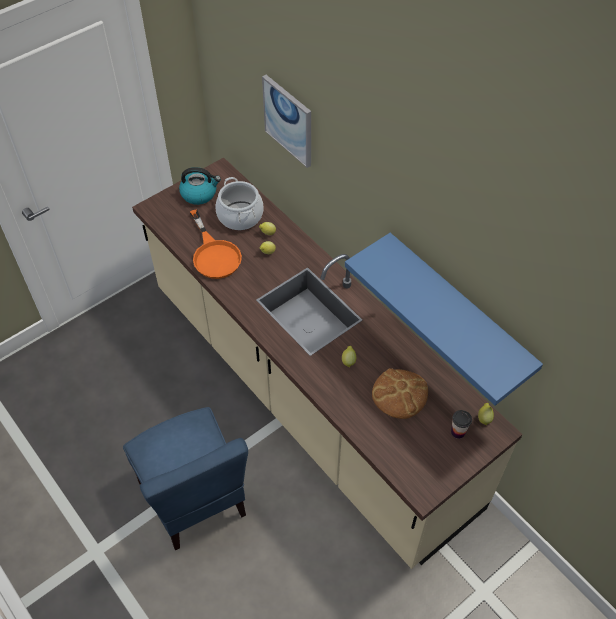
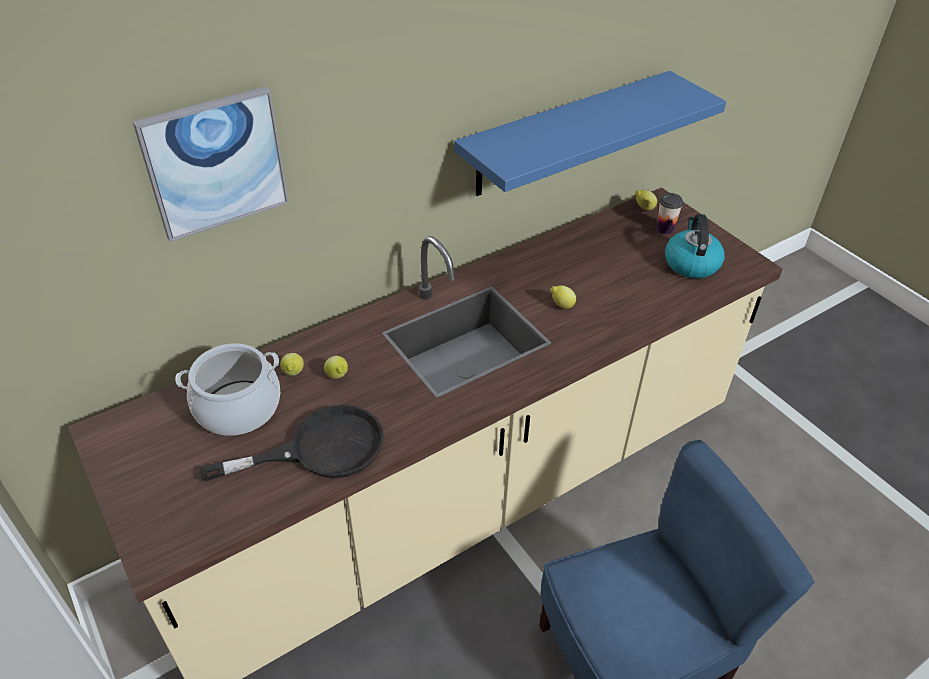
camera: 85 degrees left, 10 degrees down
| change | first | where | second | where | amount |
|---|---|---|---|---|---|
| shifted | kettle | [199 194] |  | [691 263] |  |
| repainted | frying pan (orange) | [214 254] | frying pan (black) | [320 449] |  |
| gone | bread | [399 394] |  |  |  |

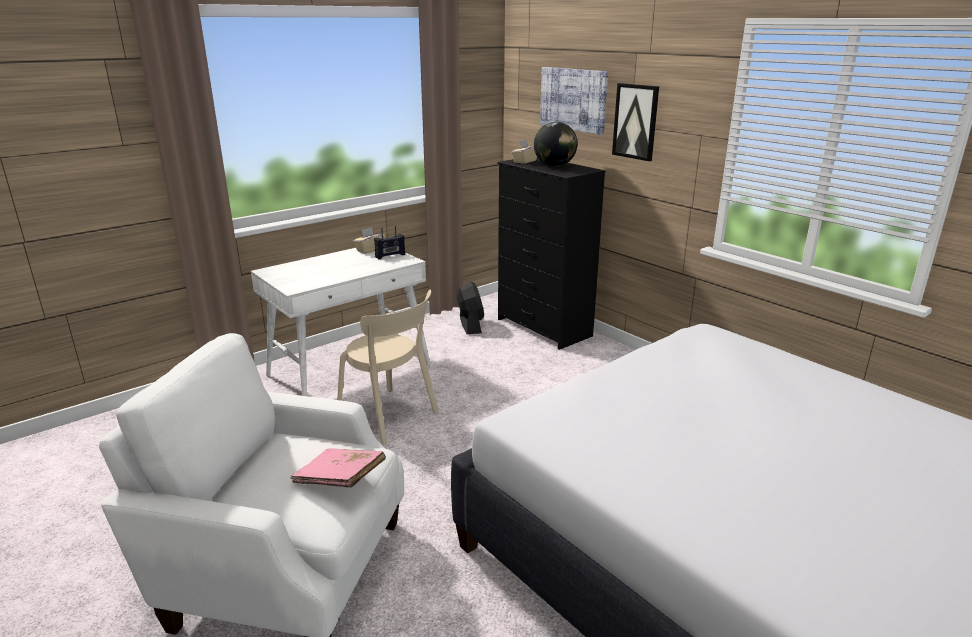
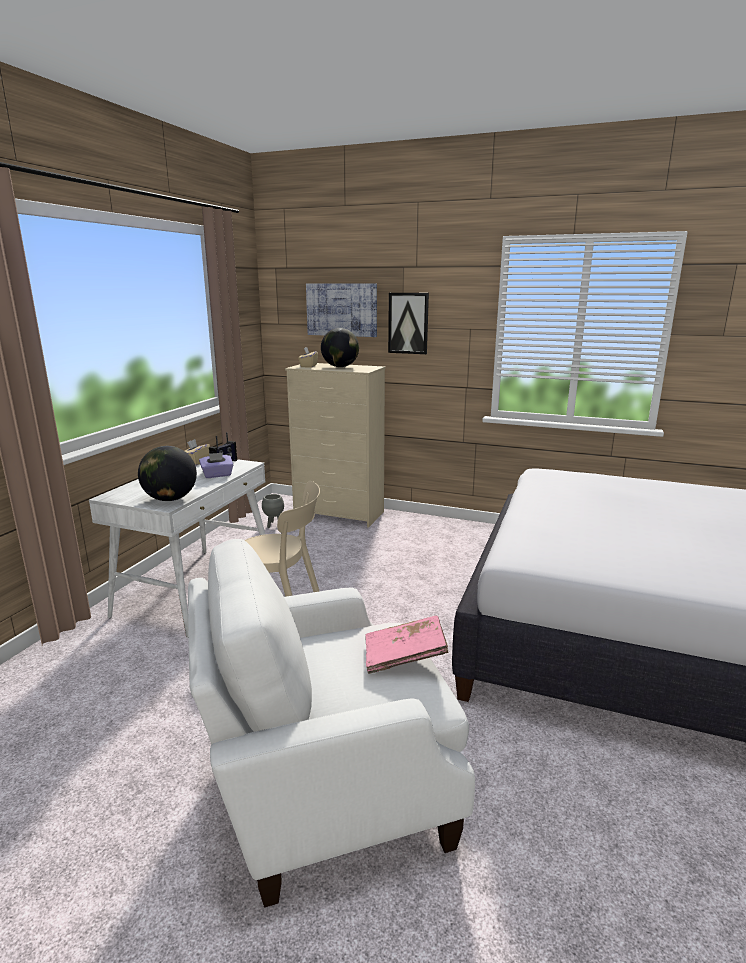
camera: 30 degrees left, 5 degrees down
| change | first | where | second | where | amount |
|---|---|---|---|---|---|
| repainted | dresser (black) | [544 328] | dresser (beige) | [339 514] |  |
| swapped | fan (black) | [470 325] | planter (grey) | [273 525] |  |
| new |  |  | globe | [170 499] |  |
| new |  |  | tissue box (purple) | [217 475] |  |

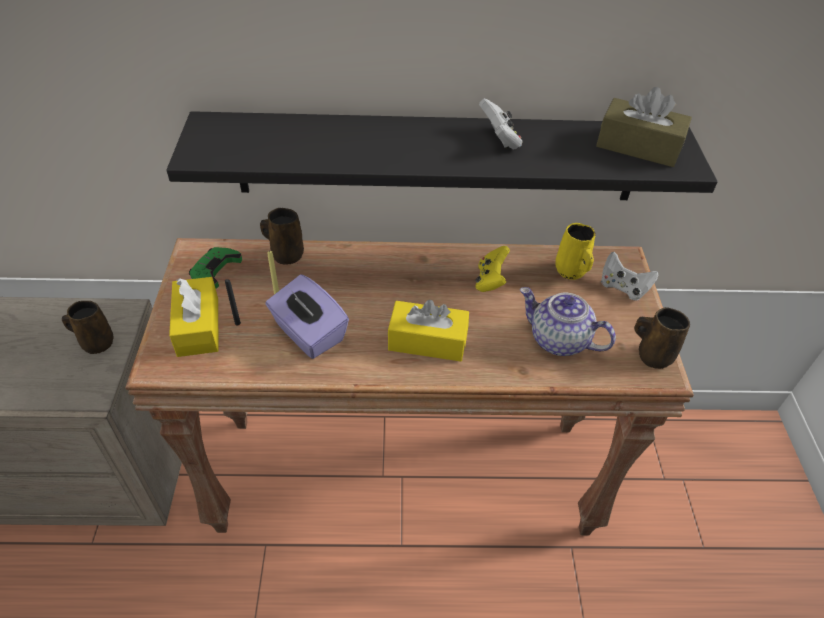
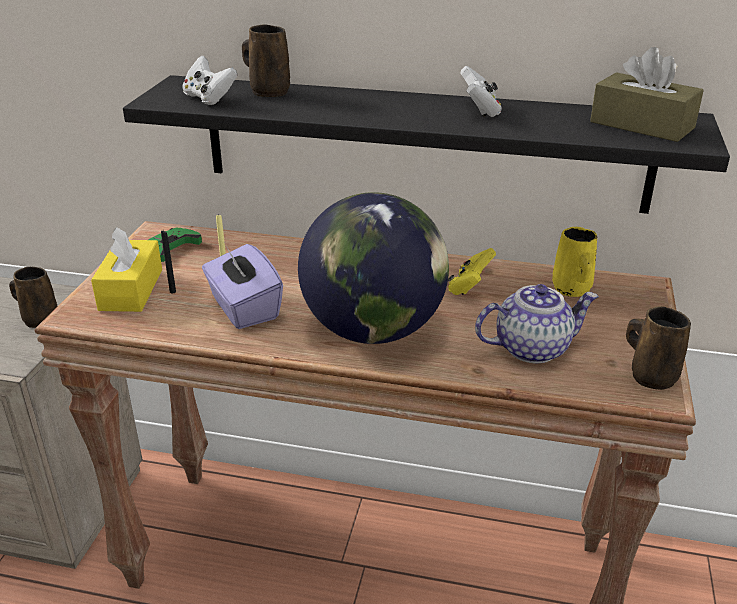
camera: 15 degrees right, 15 degrees down
| change | first | where | second | where | amount |
|---|---|---|---|---|---|
| shifted | mug (brown) | [286 254] |  | [268 91] |  |
| shifted | game controller (white) | [623 288] |  | [209 99] |  |
| rotated | teapot | [558 340] |  | [532 348] | 120 degrees clockwise |
| swapped | tissue box (yellow) | [427 341] | globe | [374 330] |  |

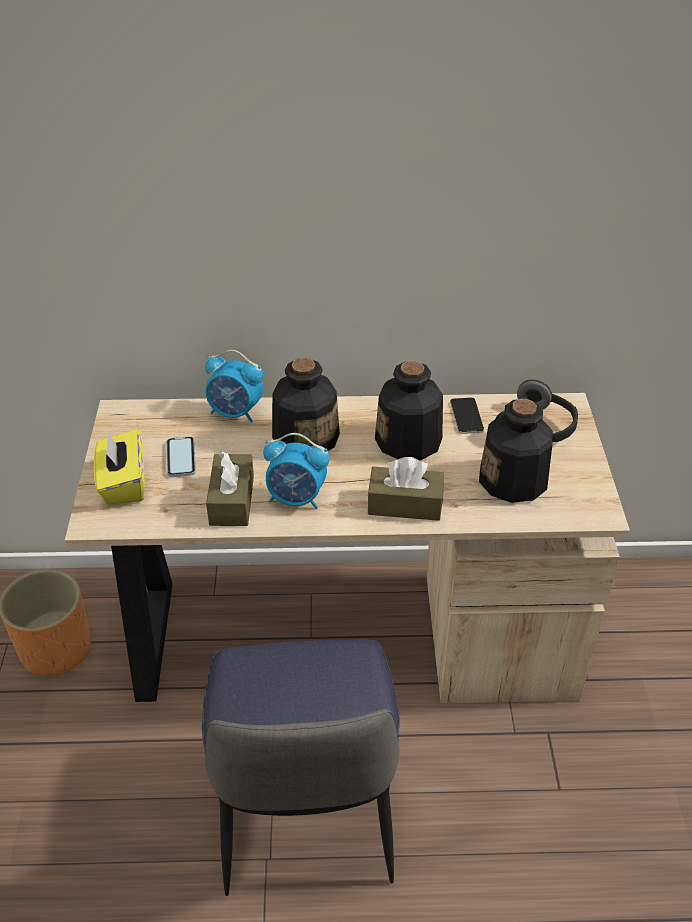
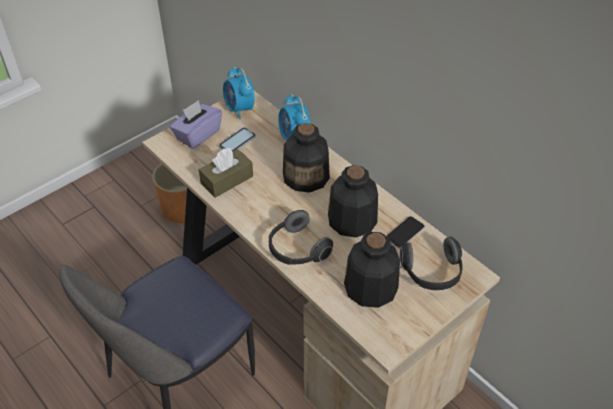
camera: 50 degrees right, 5 degrees up
| change | first | where | second | where | amount |
|---|---|---|---|---|---|
| repainted | tissue box (yellow) | [123 484] | tissue box (purple) | [197 135] |  |
| shifted | alarm clock | [296 498] |  | [239 109] |  |
| swapped | tissue box (brown) | [405 504] | headphones | [297 250] |  |

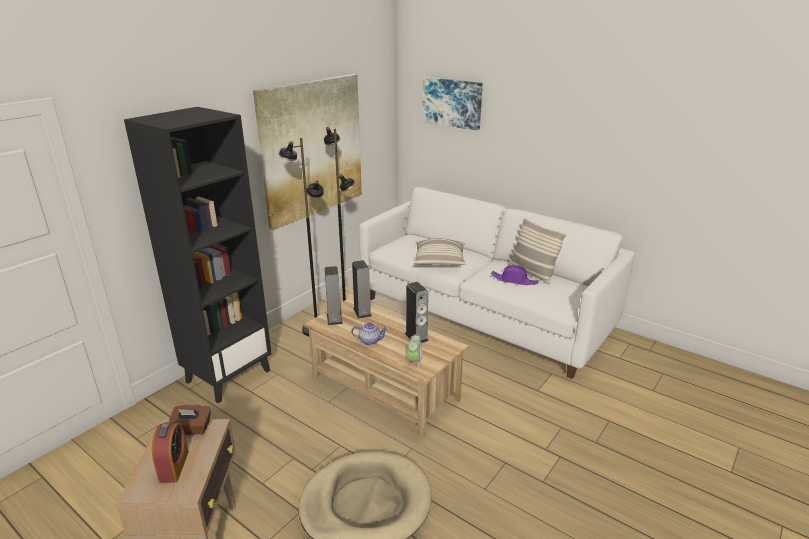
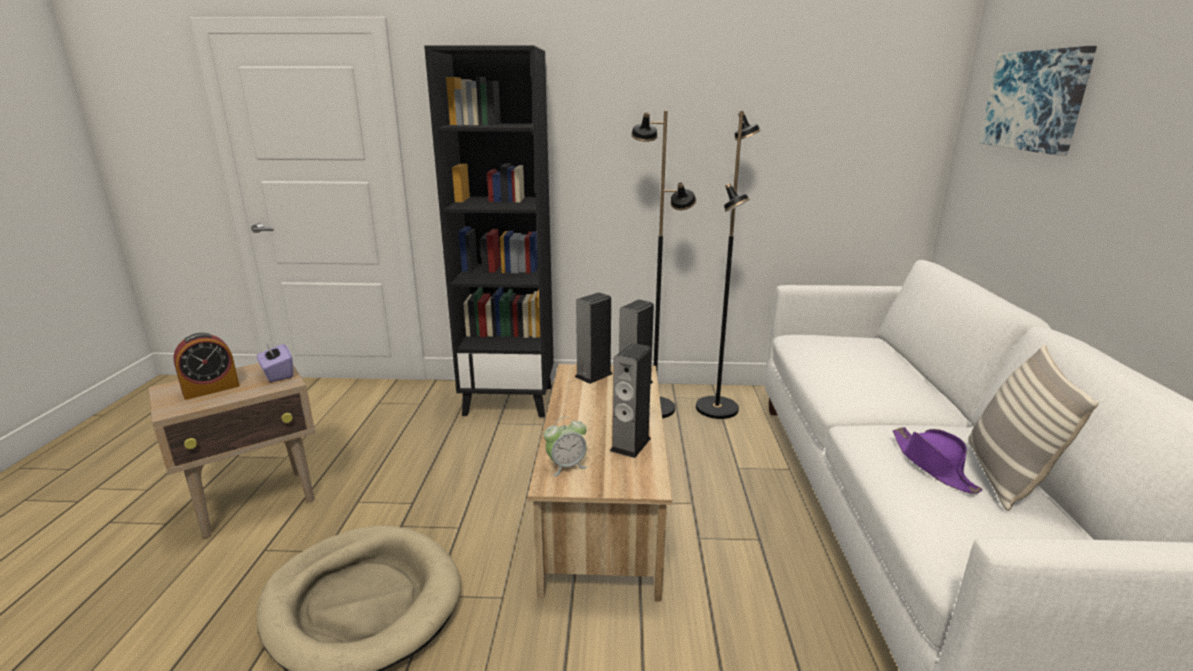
camera: 55 degrees right, 5 degrees down
| change | first | where | second | where | amount |
|---|---|---|---|---|---|
| gone | picture | [312 149] |  |  |  |
| gone | pillow | [439 261] |  |  |  |
| gone | teapot | [370 340] |  |  |  |
| repainted | tissue box (brown) | [192 429] | tissue box (purple) | [277 374] |  |

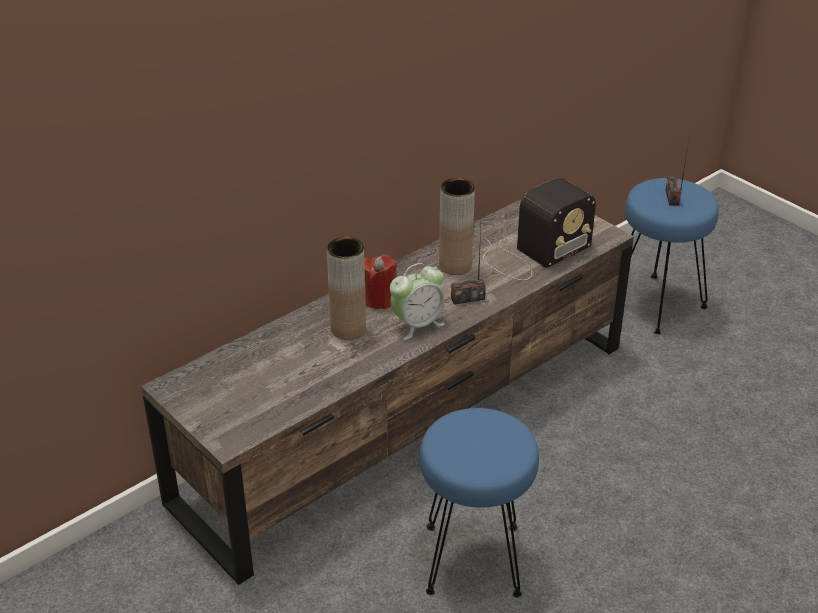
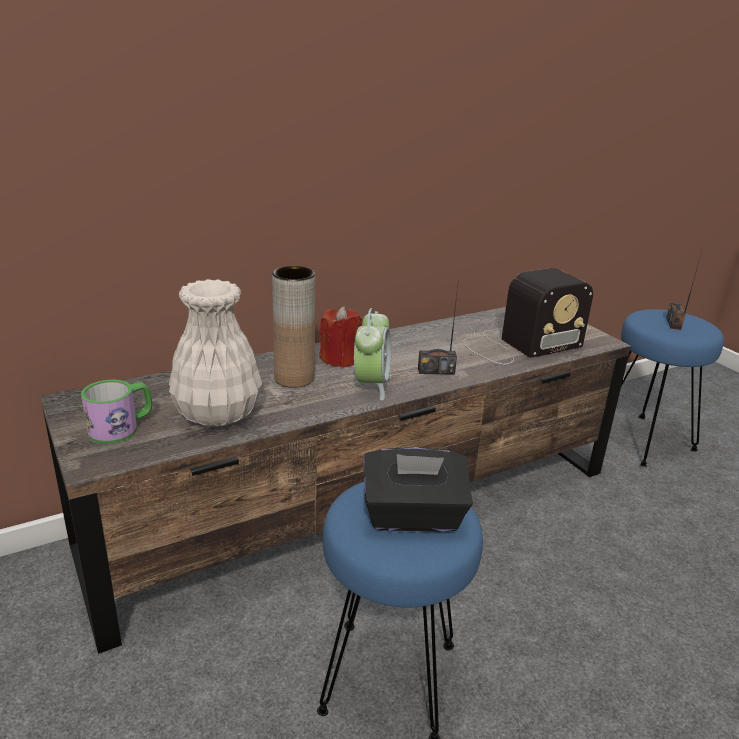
camera: 10 degrees right, 10 degrees down
| change | first | where | second | where | amount |
|---|---|---|---|---|---|
| gone | vase (brown) | [455 266] |  |  |  |
| rotated | alarm clock | [417 325] |  | [371 385] | 60 degrees counterclockwise |
| new |  |  | vase (white) | [219 414] |  |
| new |  |  | mug | [121 428] |  |
| new |  |  | tissue box (black) | [413 516] |  |

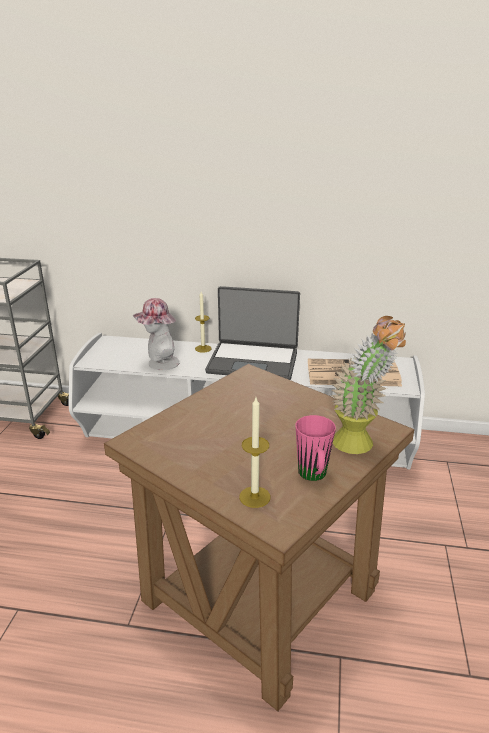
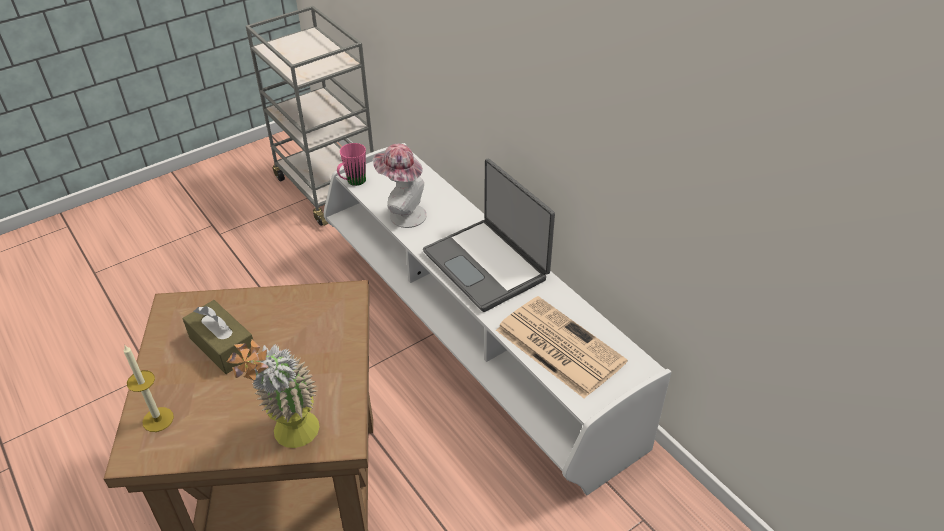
camera: 45 degrees right, 15 degrees up
| change | first | where | second | where | amount |
|---|---|---|---|---|---|
| gone | candle | [203 348] |  |  |  |
| shifted | mug (pink) | [313 477] |  | [353 182] |  |
| new |  |  | tissue box (brown) | [223 346] |  |

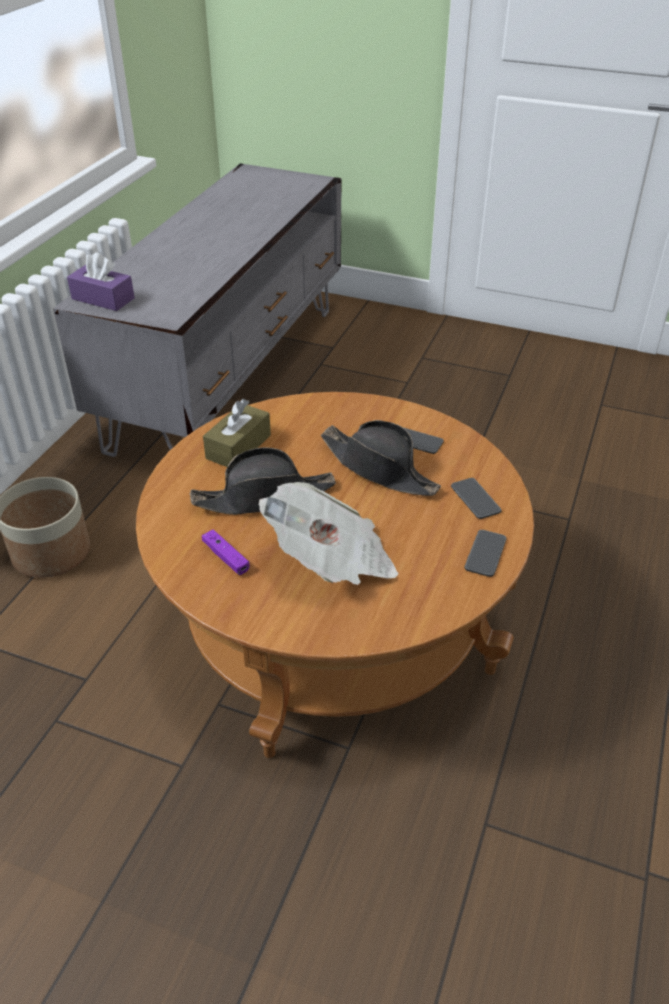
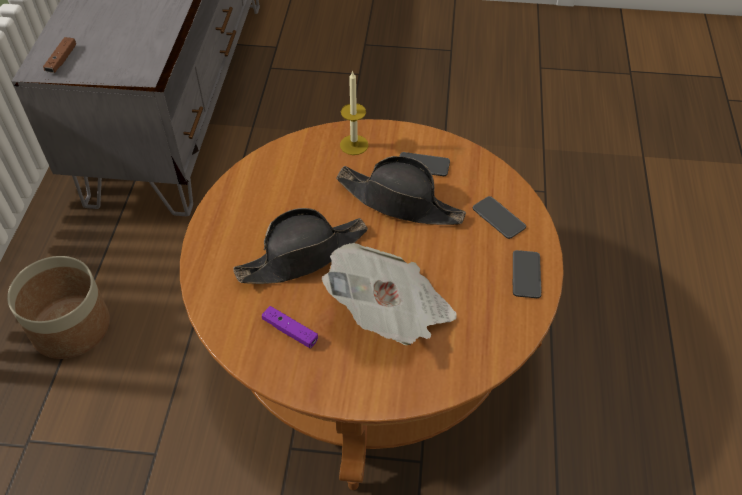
camera: 15 degrees left, 10 degrees up
| change | first | where | second | where | amount |
|---|---|---|---|---|---|
| swapped | tissue box (purple) | [103 298] | game controller (brown) | [62 60] |  |
| gone | tissue box (brown) | [238 447] |  |  |  |
| new |  |  | candle | [354 145] |  |

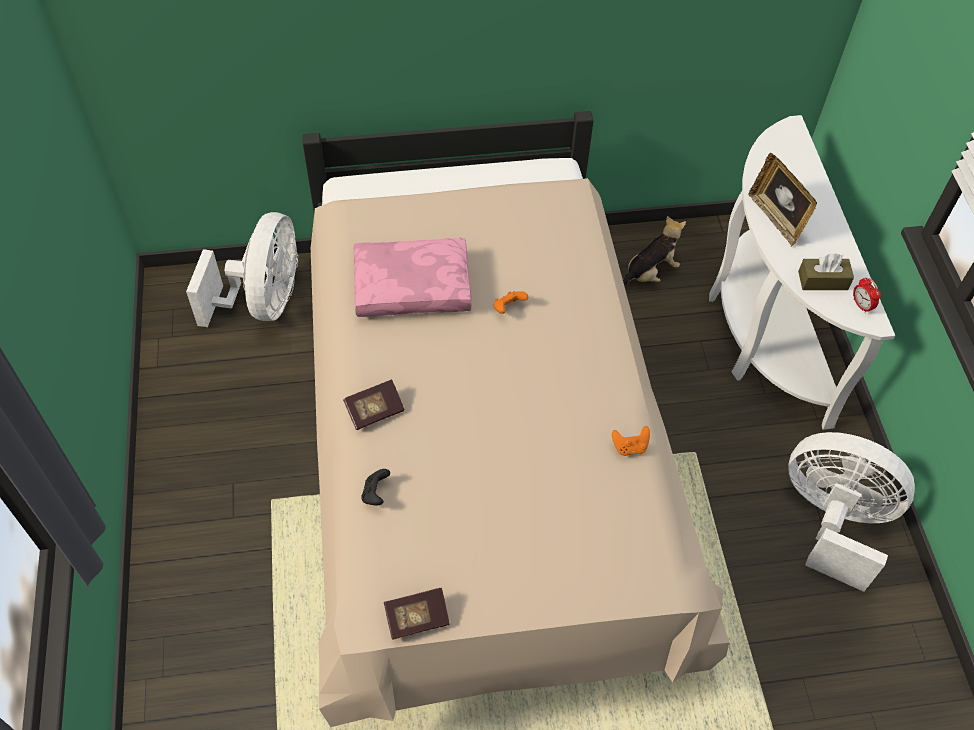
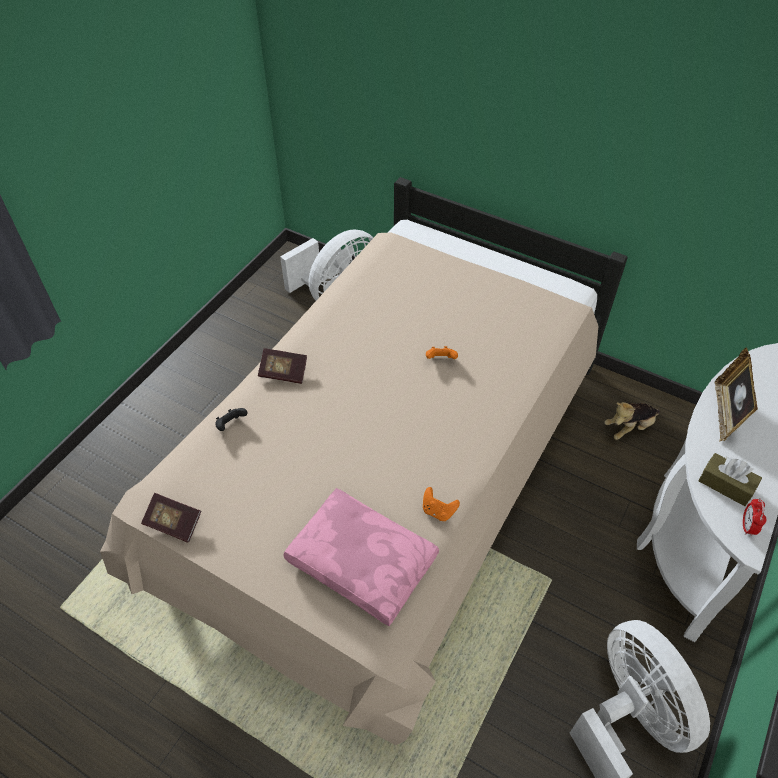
camera: 40 degrees right, 5 degrees down
| change | first | where | second | where | amount |
|---|---|---|---|---|---|
| rotated | plush toy | [649 273] |  | [629 428] | 150 degrees clockwise |
| shifted | pillow (pink) | [413 285] |  | [364 561] |  |

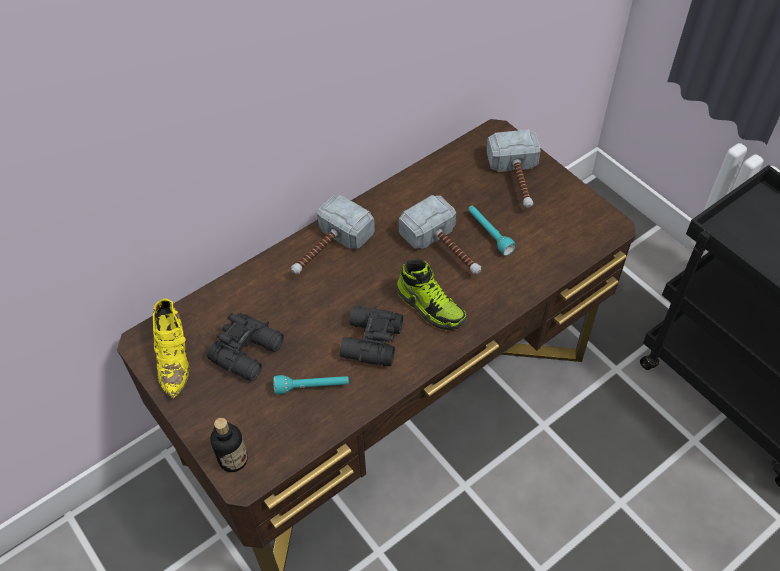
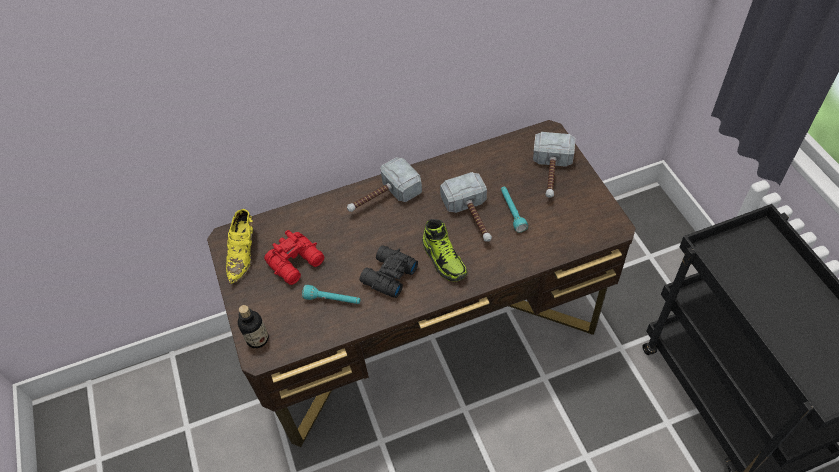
camera: 20 degrees right, 0 degrees up
| change | first | where | second | where | amount |
|---|---|---|---|---|---|
| repainted | binoculars (black) | [249 352] | binoculars (red) | [297 262] |  |

